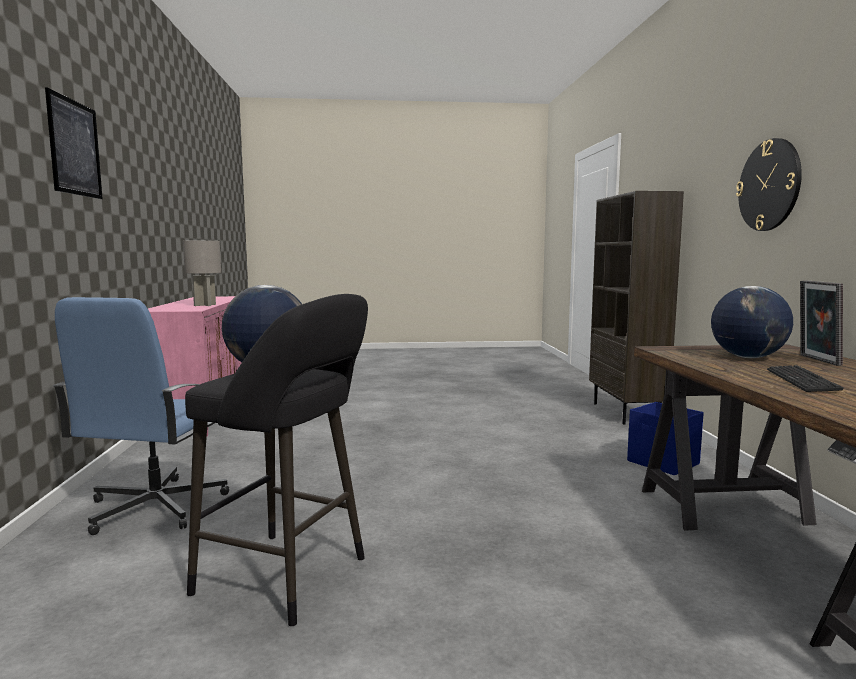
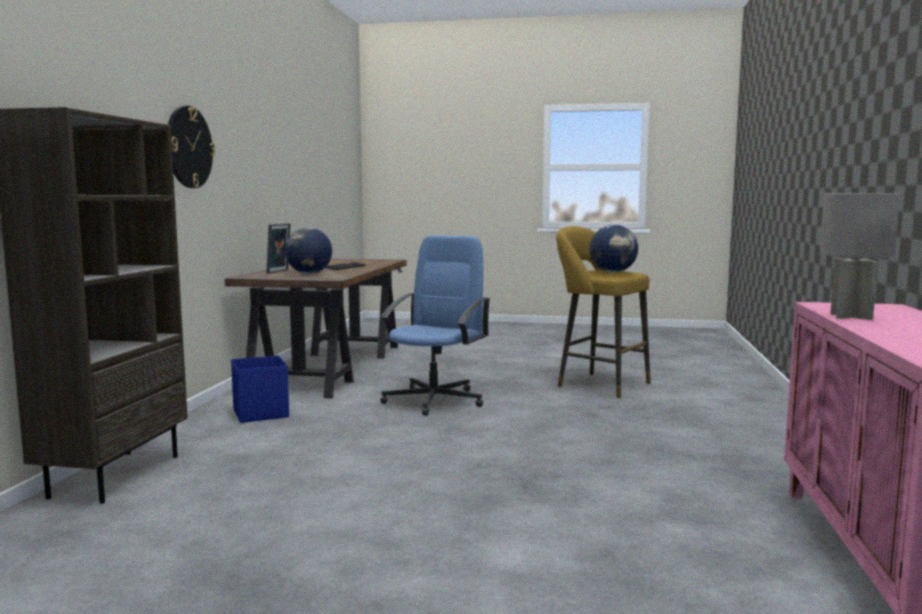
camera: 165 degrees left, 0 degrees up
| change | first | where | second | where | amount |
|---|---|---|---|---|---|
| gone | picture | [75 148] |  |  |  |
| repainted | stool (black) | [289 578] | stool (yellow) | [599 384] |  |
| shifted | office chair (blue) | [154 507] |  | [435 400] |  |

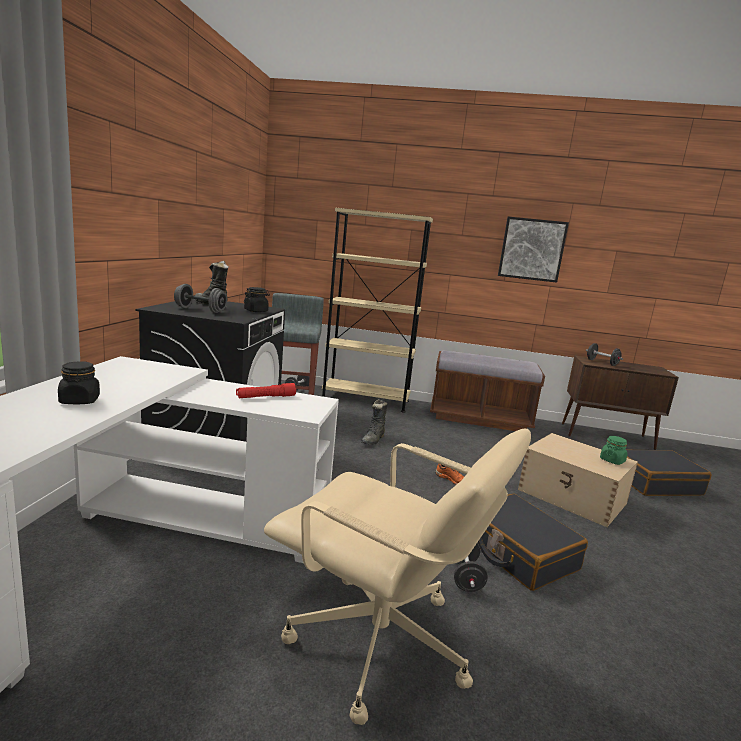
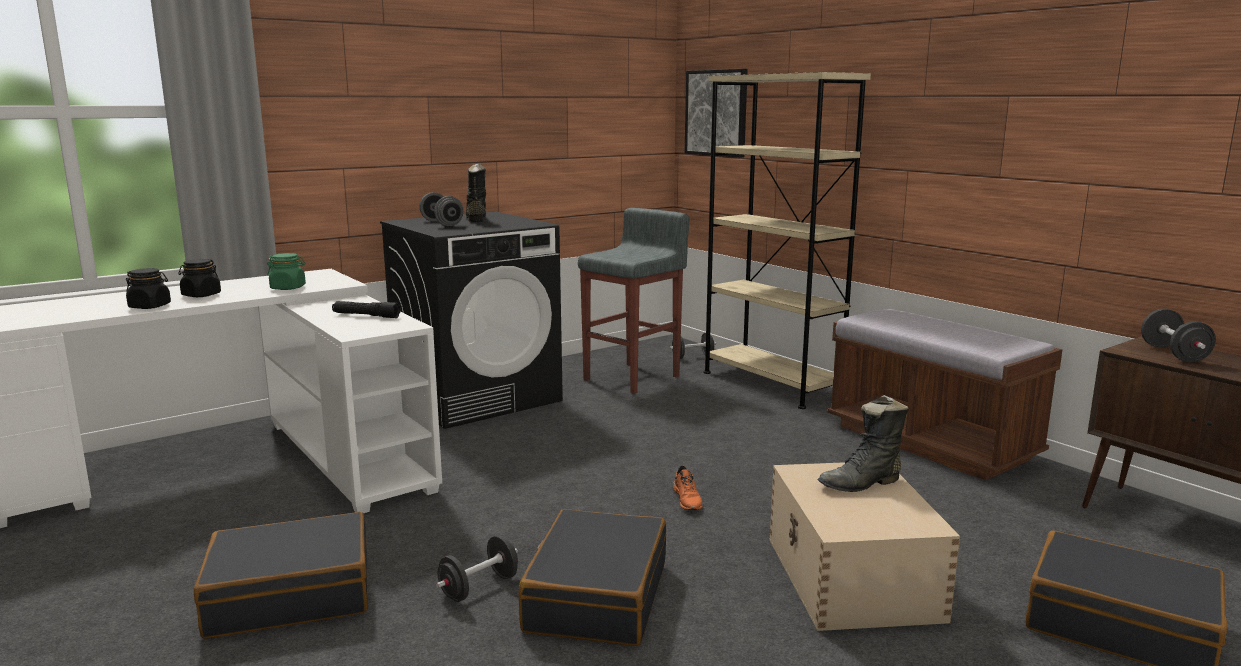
camera: 45 degrees right, 0 degrees up
| change | first | where | second | where | amount |
|---|---|---|---|---|---|
| shifted | picture | [532 249] |  | [716 113] |  |
| shifted | jar (black) | [256 311] |  | [150 306] |  |
| repainted | flashlight (red) | [266 397] | flashlight (black) | [366 316] |  |
| shifted | boot (black) | [373 440] |  | [862 484] |  |
| swapped | office chair (beige) | [380 644] | suitcase (black) | [291 594] |  |
| shifted | jar (green) | [612 460] |  | [288 288] |  |

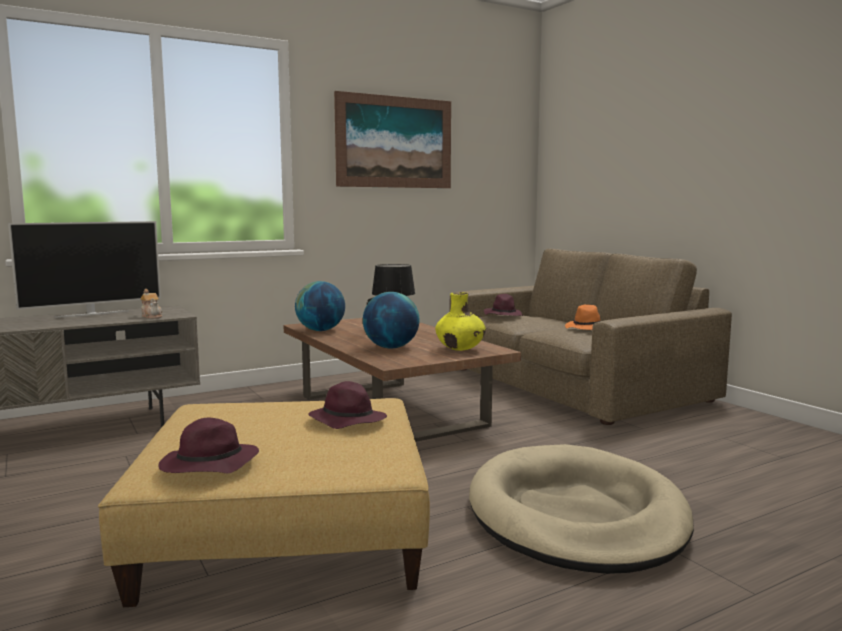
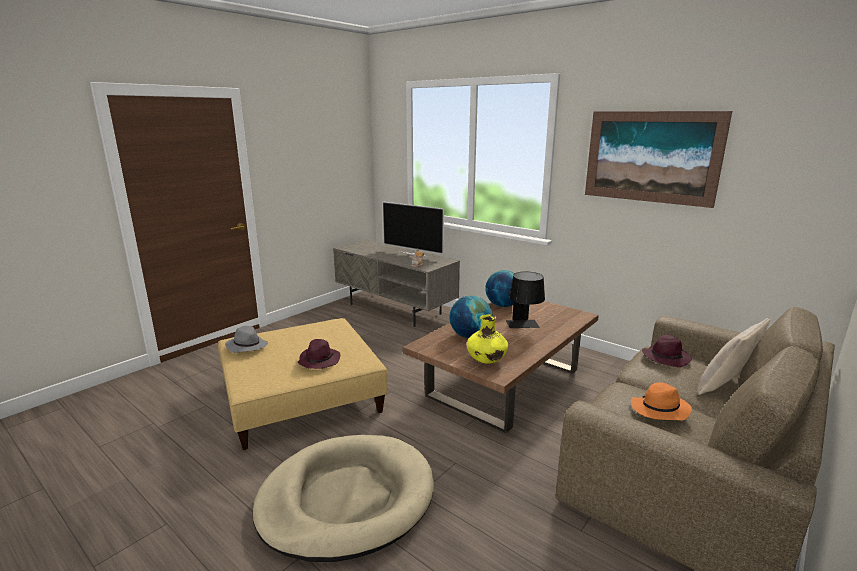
camera: 70 degrees right, 10 degrees up
| change | first | where | second | where | amount |
|---|---|---|---|---|---|
| repainted | hat (purple) | [208 465] | hat (grey) | [246 346] |  |
| new |  |  | pillow (beige) | [725 387] |  |

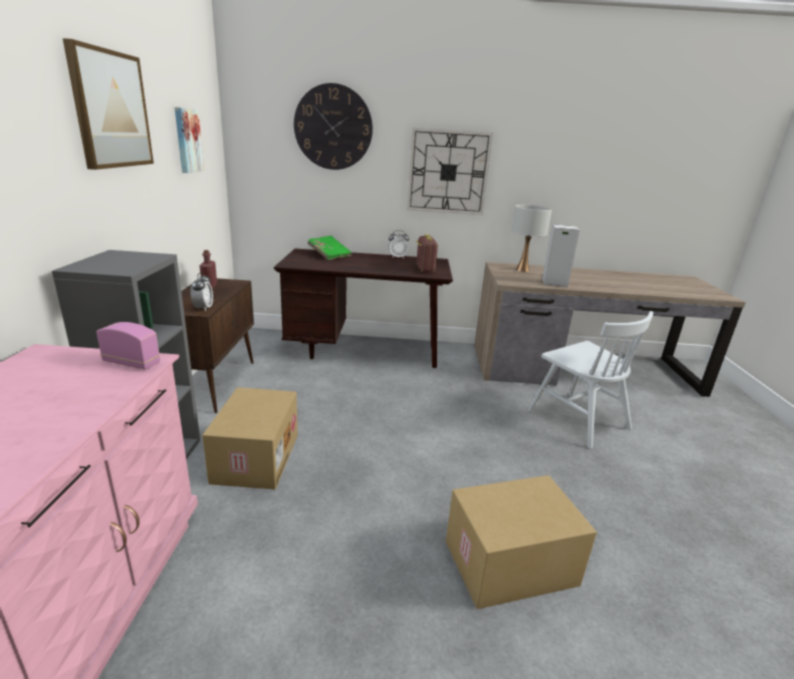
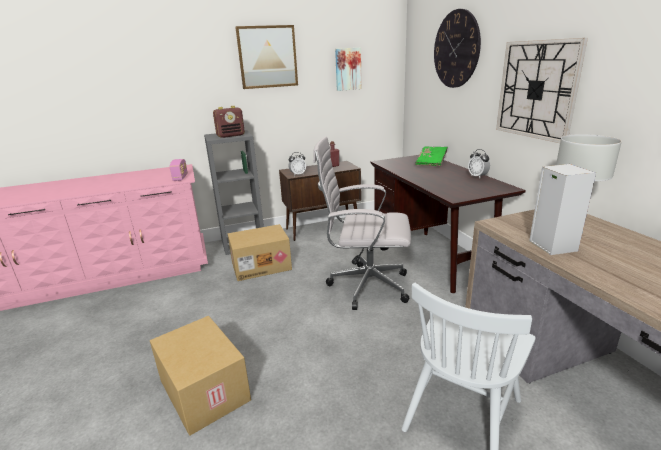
camera: 70 degrees right, 0 degrees up
| change | first | where | second | where | amount |
|---|---|---|---|---|---|
| shifted | radio | [425 269] |  | [231 136] |  |
| new |  |  | office chair (white) | [365 286] |  |

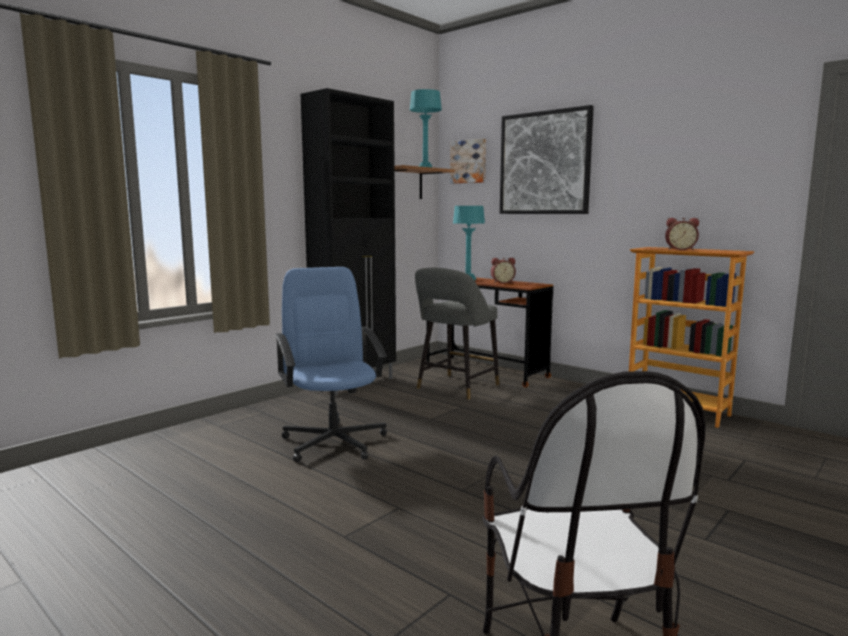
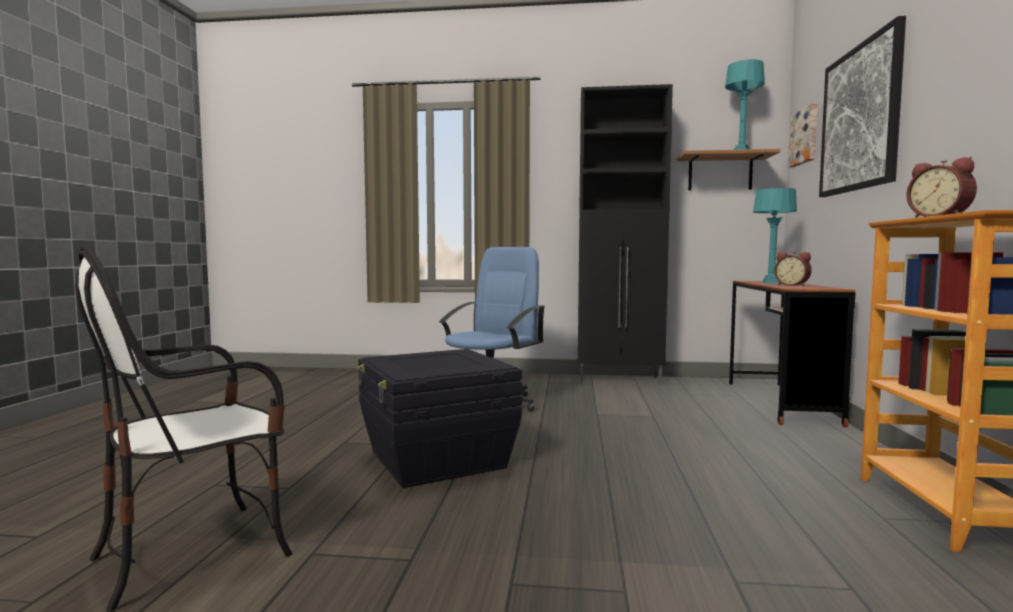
camera: 55 degrees right, 5 degrees down
| change | first | where | second | where | amount |
|---|---|---|---|---|---|
| gone | stool (grey) | [455 388] |  |  |  |
| new |  |  | storage box (black) | [436 460] |  |

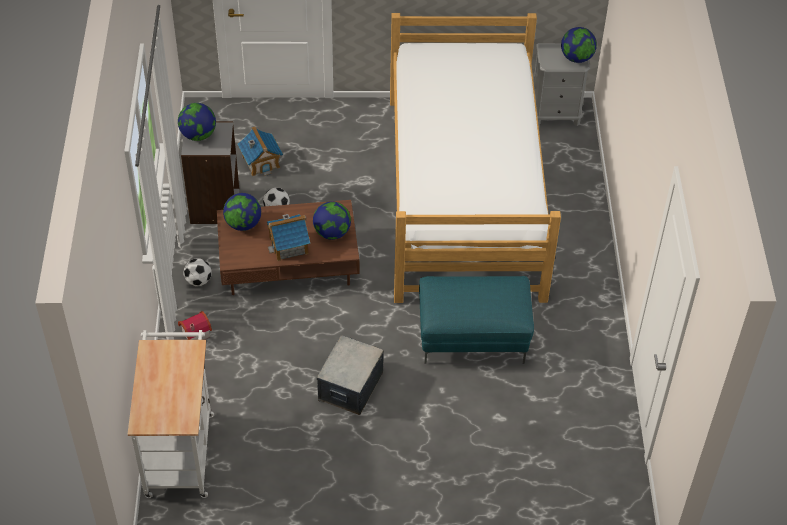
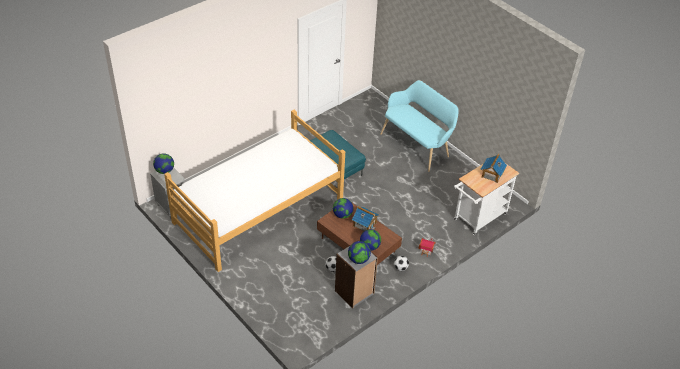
camera: 130 degrees left, 5 degrees down
| change | first | where | second | where | amount |
|---|---|---|---|---|---|
| shifted | toy house | [261 162] |  | [491 175] |  |
| gone | storage box | [350 386] |  |  |  |
| new |  |  | bench (turquoise) | [417 145] |  |

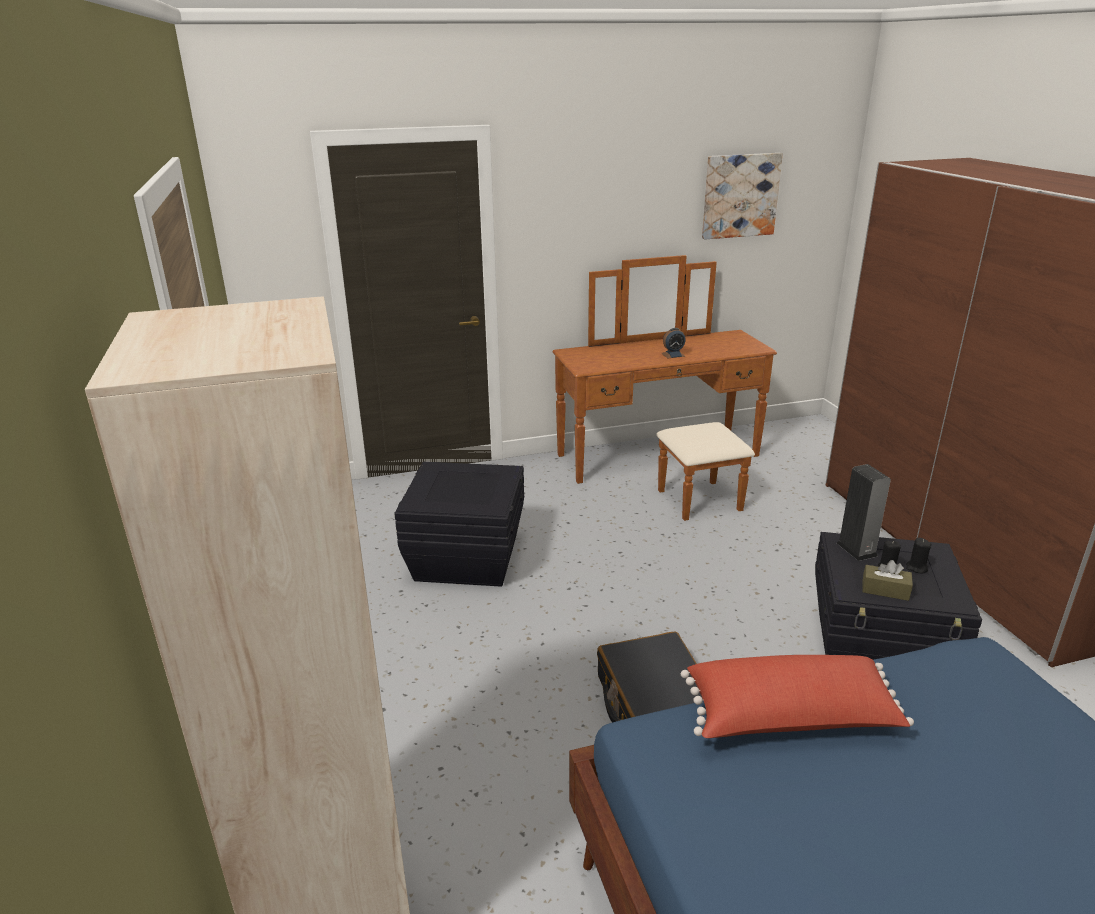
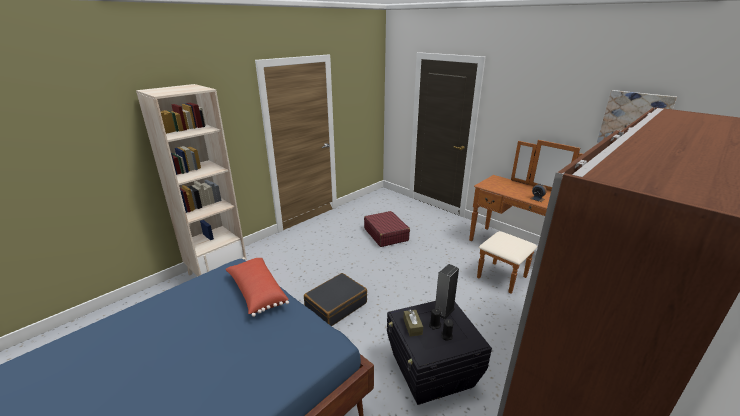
camera: 60 degrees right, 0 degrees up
| change | first | where | second | where | amount |
|---|---|---|---|---|---|
| swapped | storage box (black) | [465 558] | suitcase (red) | [386 234] |  |

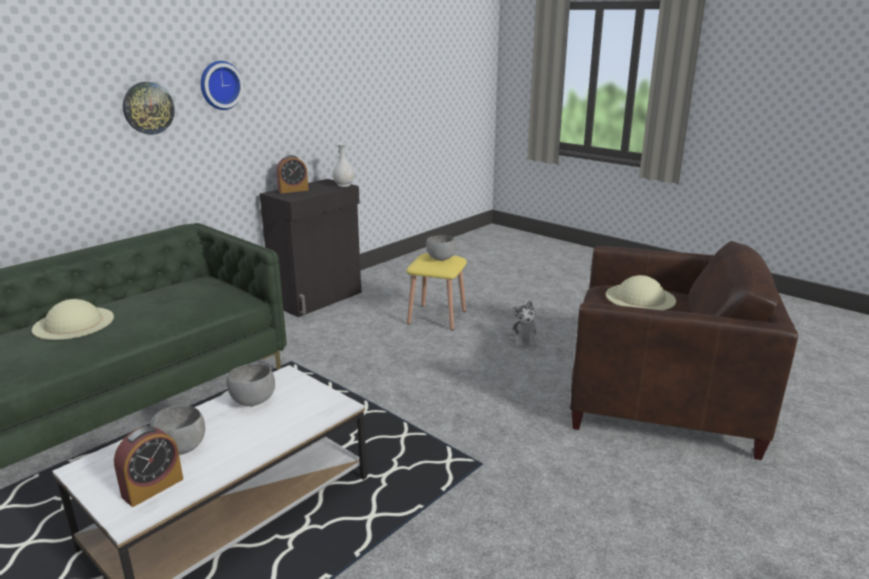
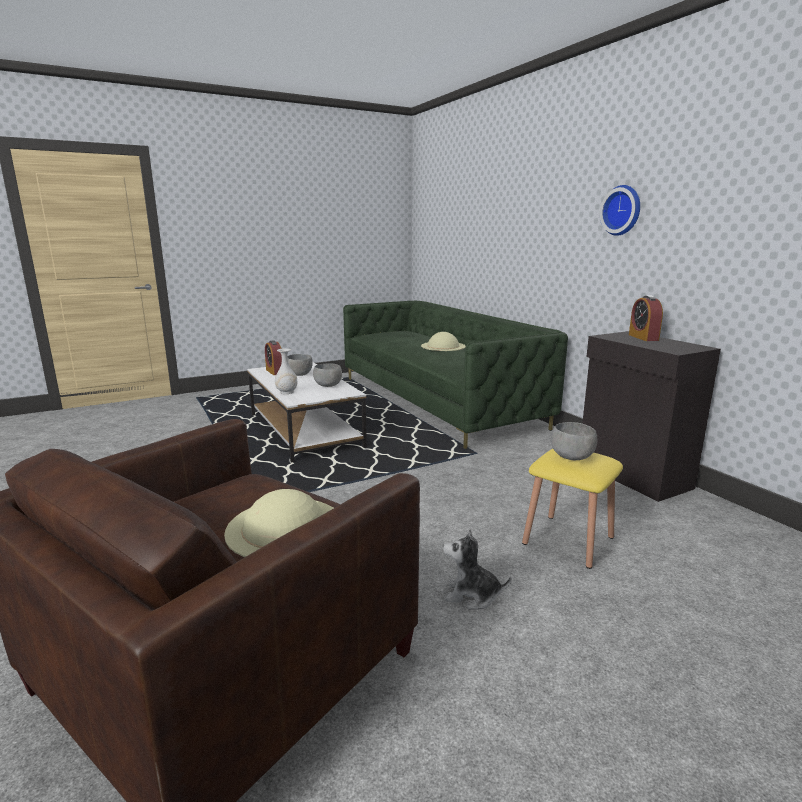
camera: 110 degrees right, 5 degrees down
| change | first | where | second | where | amount |
|---|---|---|---|---|---|
| gone | wall clock | [148 108] |  |  |  |
| shifted | vase (white) | [344 185] |  | [287 392] |  |

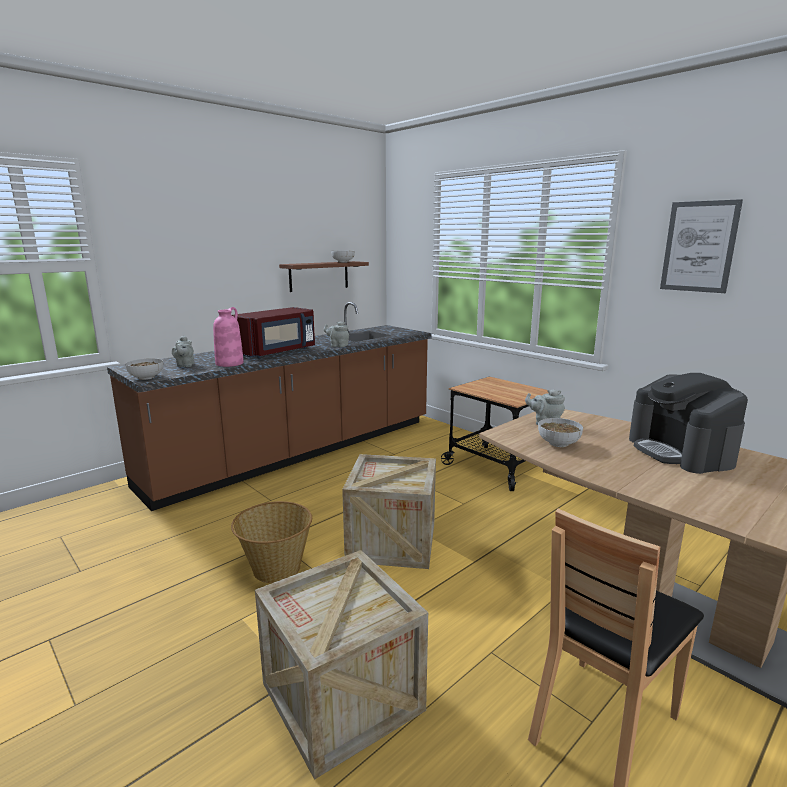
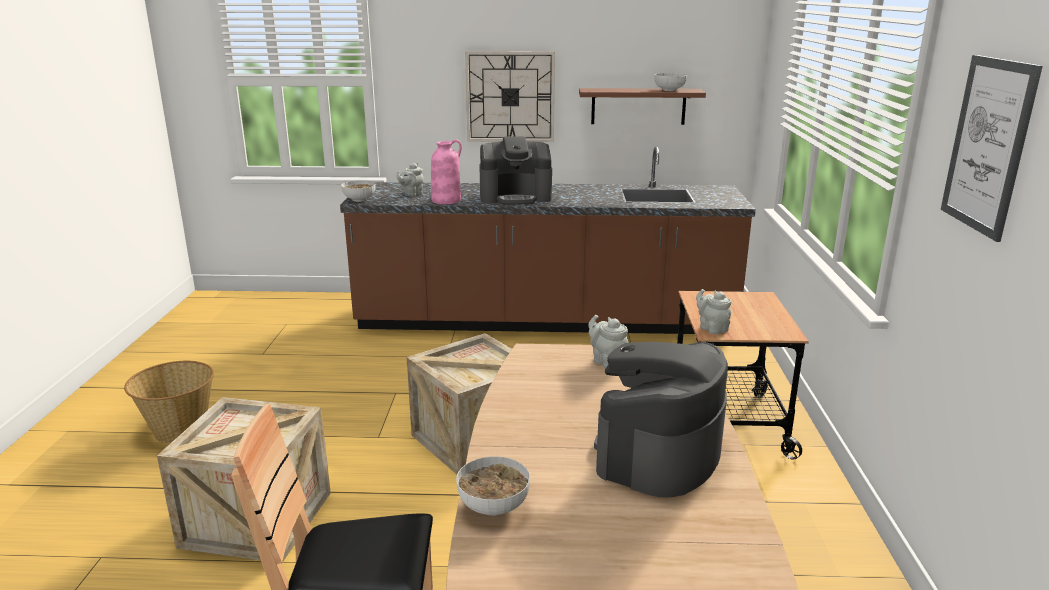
camera: 45 degrees right, 5 degrees up
| change | first | where | second | where | amount |
|---|---|---|---|---|---|
| swapped | microwave (red) | [277 352] | coffee machine | [516 197] |  |
| shifted | teapot (grey) | [338 345] |  | [711 328] |  |
| shifted | bowl | [558 443] |  | [494 505] |  |
| shifted | basket | [275 568] |  | [179 429] |  |
| new |  |  | wall clock | [510 97] |  |

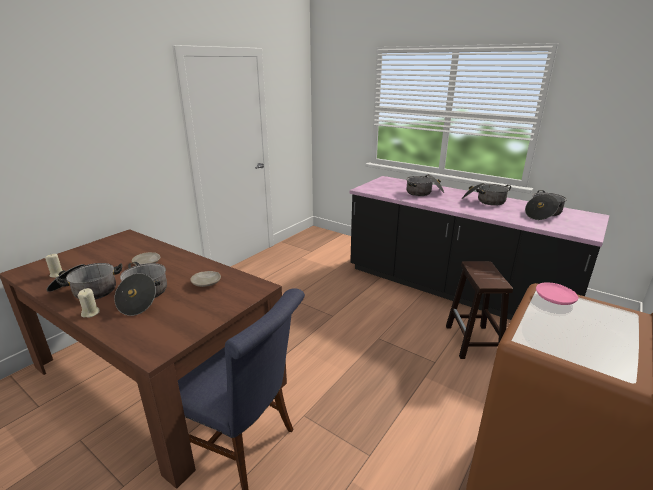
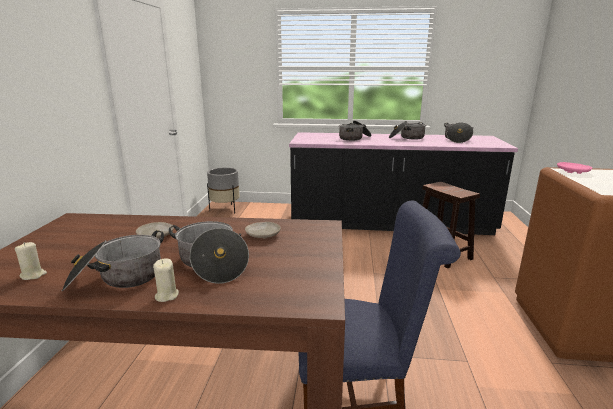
camera: 30 degrees left, 5 degrees down
| change | first | where | second | where | amount |
|---|---|---|---|---|---|
| new |  |  | planter (grey) | [225 209] |  |

